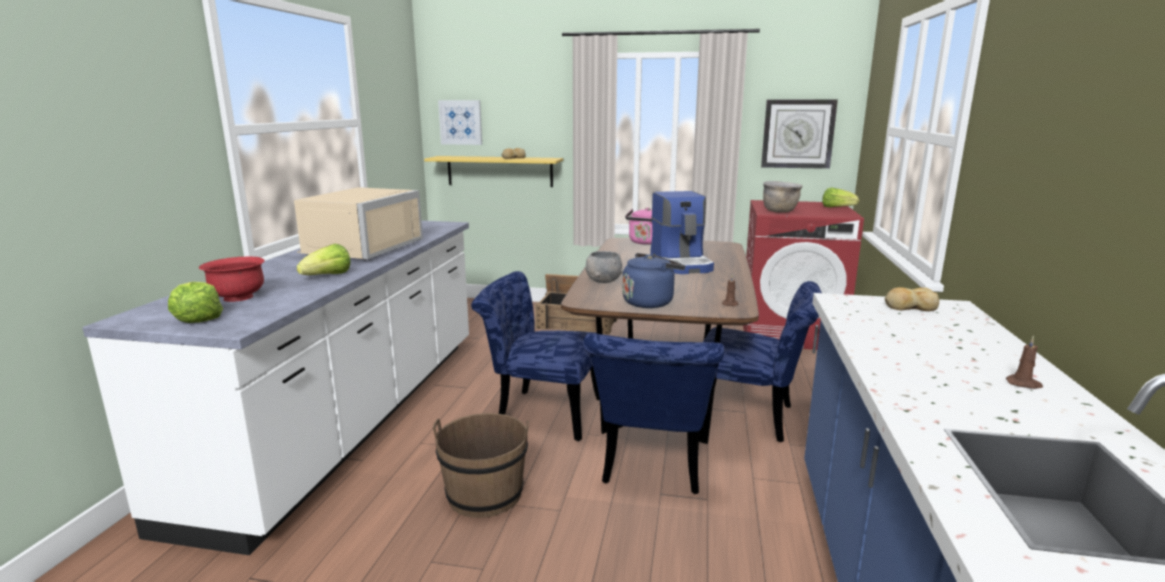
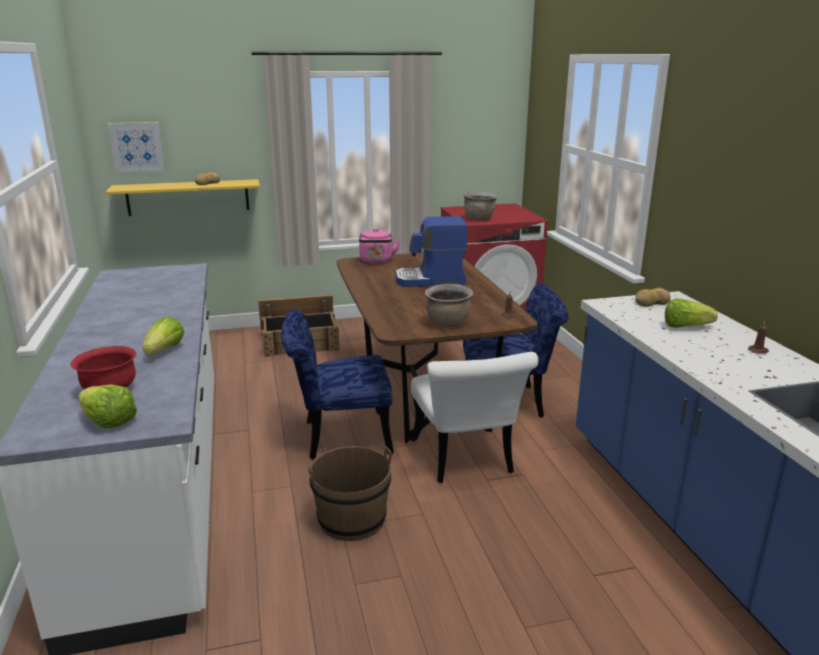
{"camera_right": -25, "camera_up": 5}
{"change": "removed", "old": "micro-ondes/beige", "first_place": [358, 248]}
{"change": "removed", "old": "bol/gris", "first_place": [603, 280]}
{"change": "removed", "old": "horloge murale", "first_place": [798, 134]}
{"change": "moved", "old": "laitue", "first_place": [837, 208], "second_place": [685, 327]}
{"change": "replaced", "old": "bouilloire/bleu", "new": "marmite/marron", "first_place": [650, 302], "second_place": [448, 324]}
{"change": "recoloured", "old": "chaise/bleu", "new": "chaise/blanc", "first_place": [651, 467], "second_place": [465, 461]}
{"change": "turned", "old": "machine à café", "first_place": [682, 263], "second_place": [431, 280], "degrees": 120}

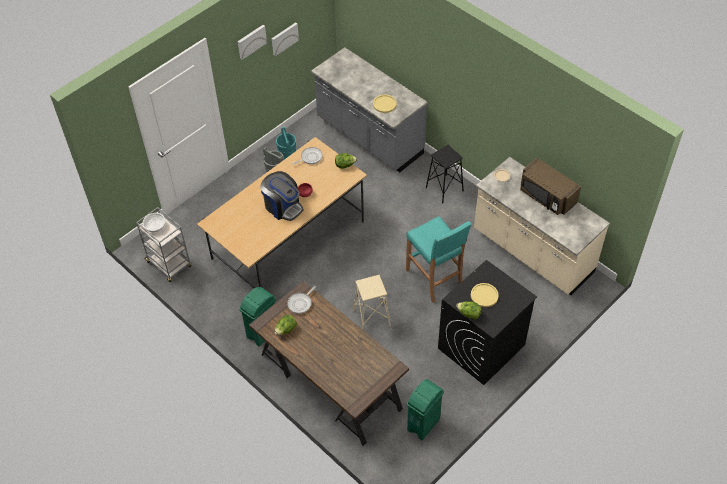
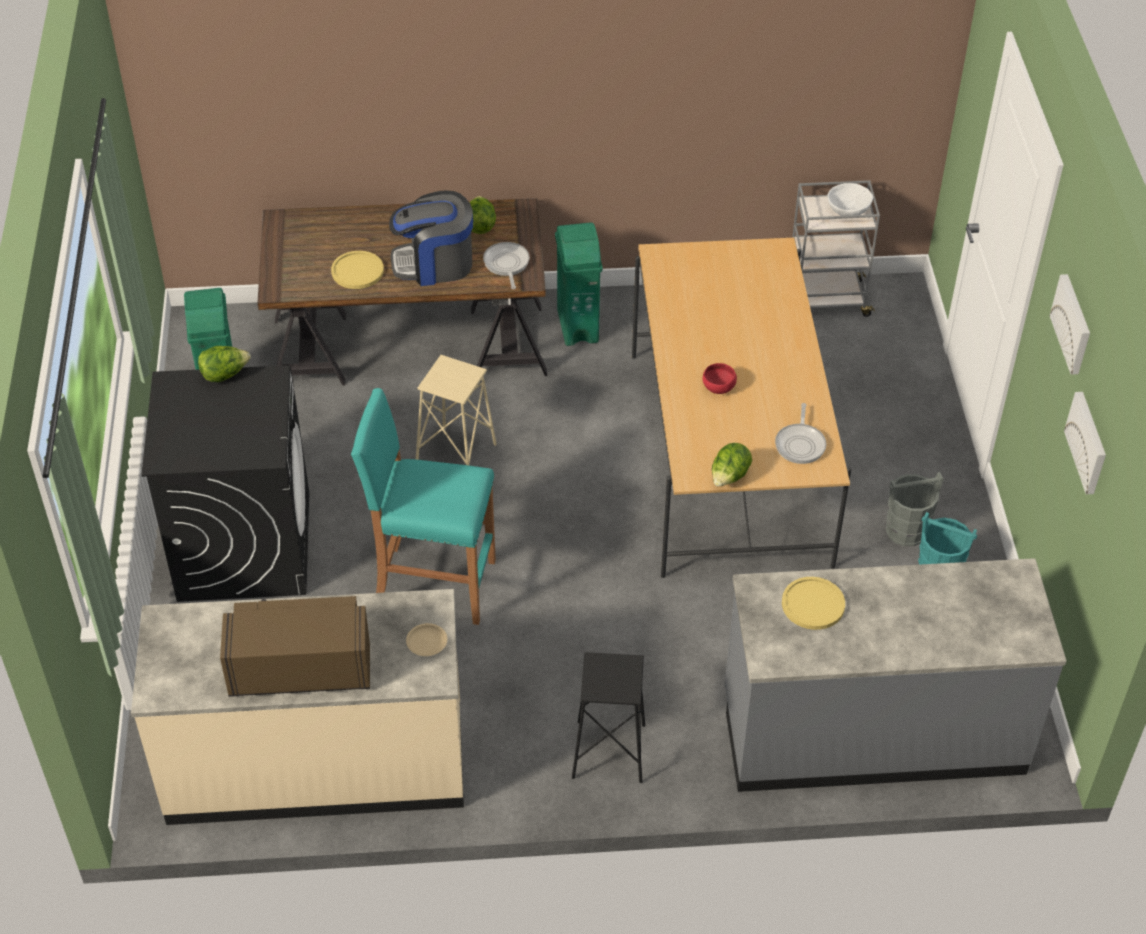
{"camera_right": 130, "camera_up": -5}
{"change": "moved", "old": "machine à café", "first_place": [283, 206], "second_place": [434, 264]}
{"change": "moved", "old": "assiette/jaune", "first_place": [484, 295], "second_place": [357, 271]}

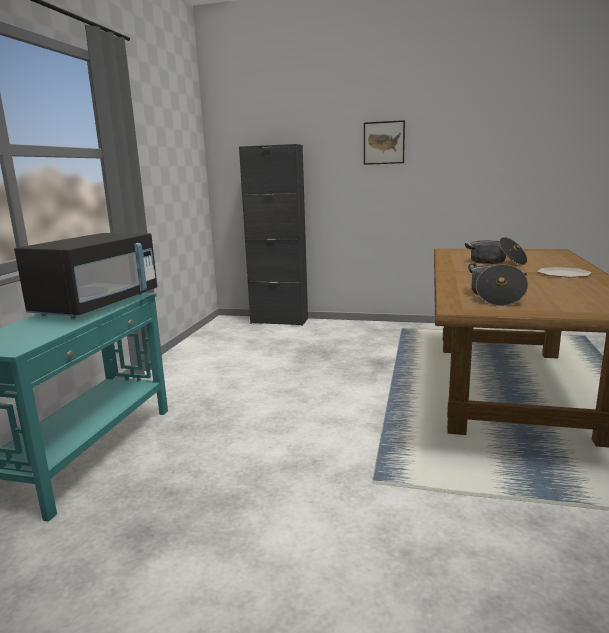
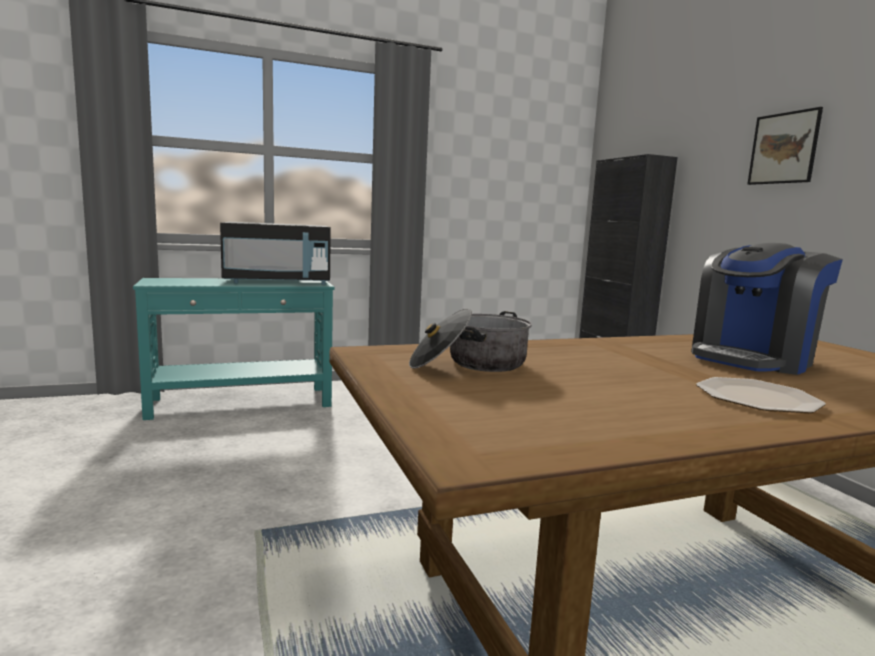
{"camera_right": 55, "camera_up": -5}
{"change": "replaced", "old": "marmite", "new": "machine à café", "first_place": [496, 262], "second_place": [752, 359]}

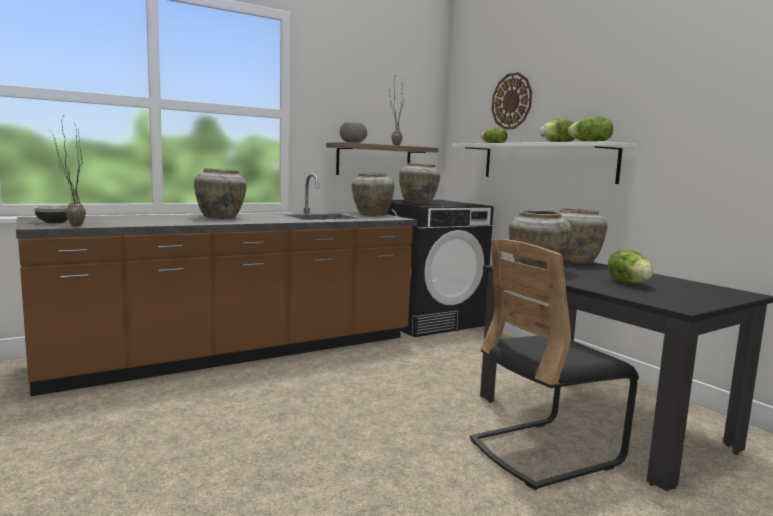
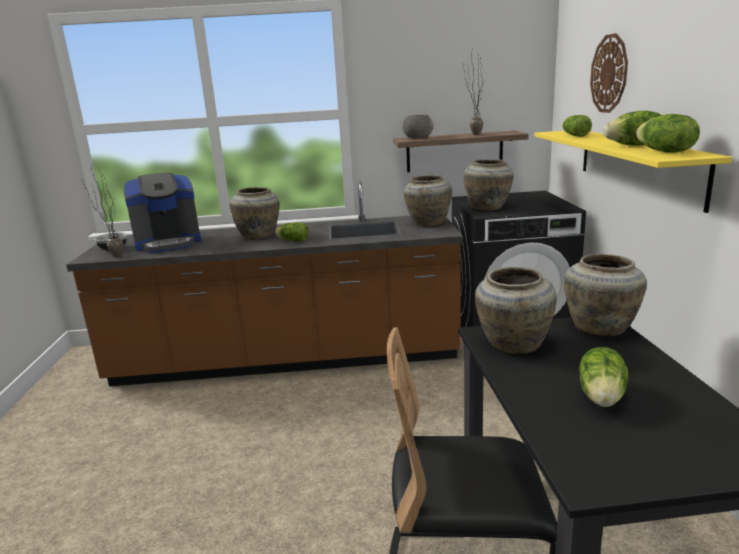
{"camera_right": 30, "camera_up": 10}
{"change": "added", "new": "machine à café", "second_place": [168, 243]}
{"change": "added", "new": "laitue", "second_place": [292, 240]}
{"change": "recoloured", "old": "étagère/blanc", "new": "étagère/jaune", "first_place": [545, 162], "second_place": [636, 164]}

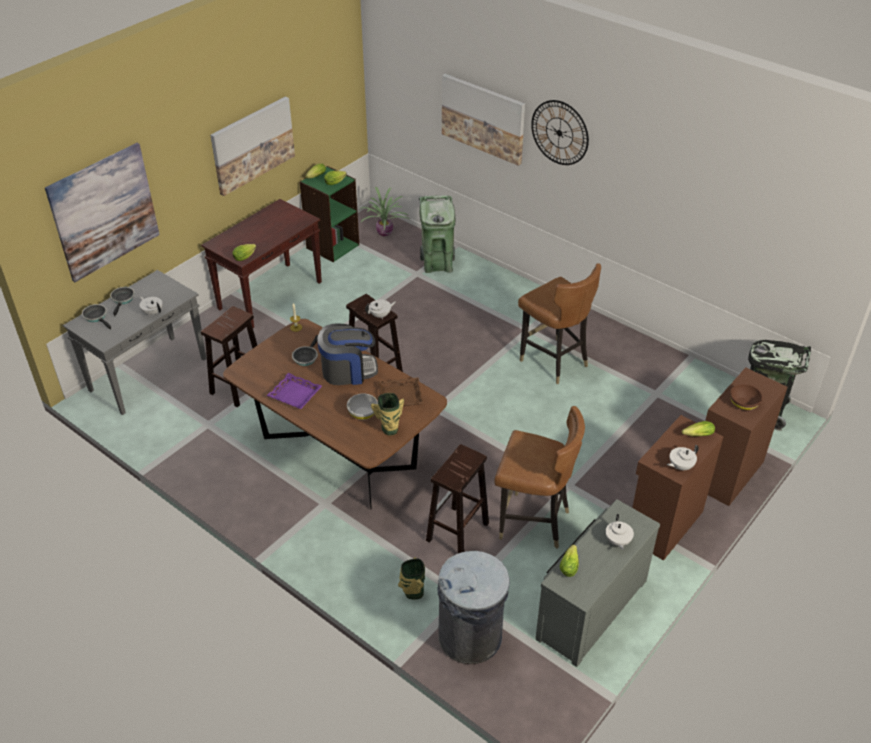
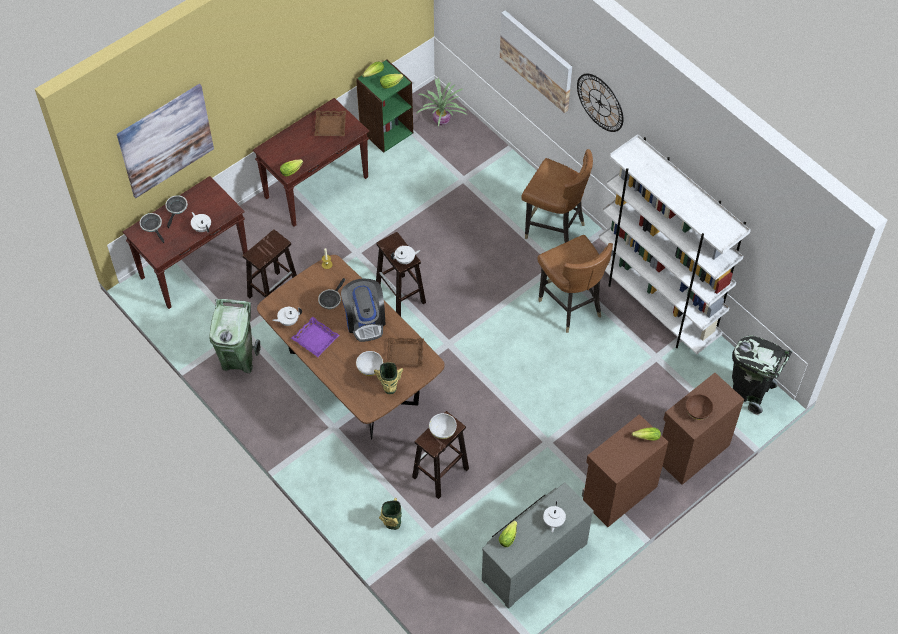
{"camera_right": 10, "camera_up": 15}
{"change": "removed", "old": "tableau", "first_place": [252, 145]}
{"change": "removed", "old": "poubelle/gris", "first_place": [470, 637]}
{"change": "added", "new": "plateau/marron", "second_place": [330, 126]}
{"change": "added", "new": "bol/blanc", "second_place": [442, 430]}
{"change": "added", "new": "bibliothèque/blanc", "second_place": [656, 306]}
{"change": "moved", "old": "poubelle/vert", "first_place": [437, 264], "second_place": [238, 359]}
{"change": "moved", "old": "chaise/marron", "first_place": [532, 522], "second_place": [554, 229]}
{"change": "moved", "old": "théière/blanc", "first_place": [680, 466], "second_place": [288, 321]}
{"change": "recoloured", "old": "table console/gris", "new": "table console/marron", "first_place": [149, 374], "second_place": [195, 266]}
{"change": "turned", "old": "machine à café", "first_place": [348, 371], "second_place": [365, 320], "degrees": 75}

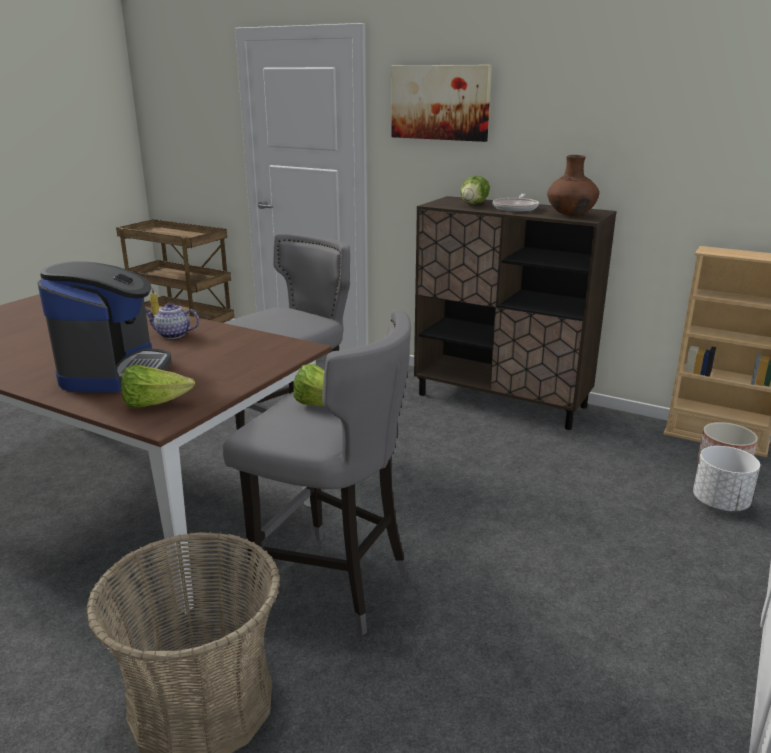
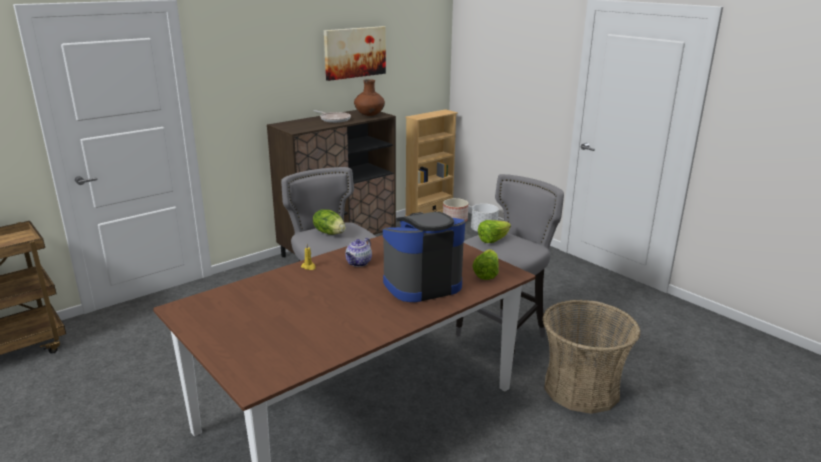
{"camera_right": -70, "camera_up": 0}
{"change": "moved", "old": "tableau", "first_place": [440, 102], "second_place": [354, 52]}
{"change": "moved", "old": "laitue", "first_place": [474, 204], "second_place": [329, 232]}
{"change": "turned", "old": "machine à café", "first_place": [114, 372], "second_place": [422, 284], "degrees": -45}

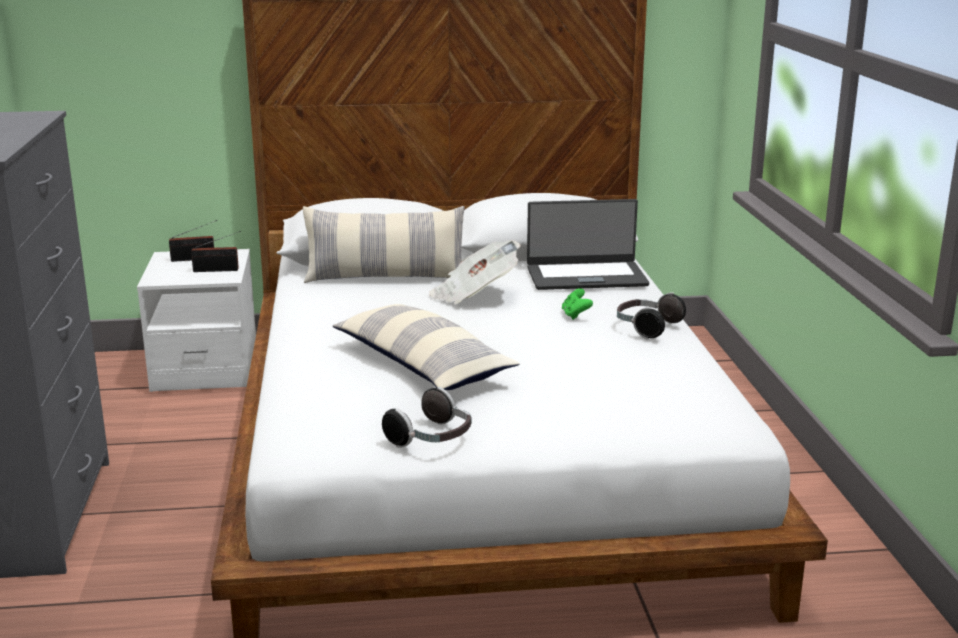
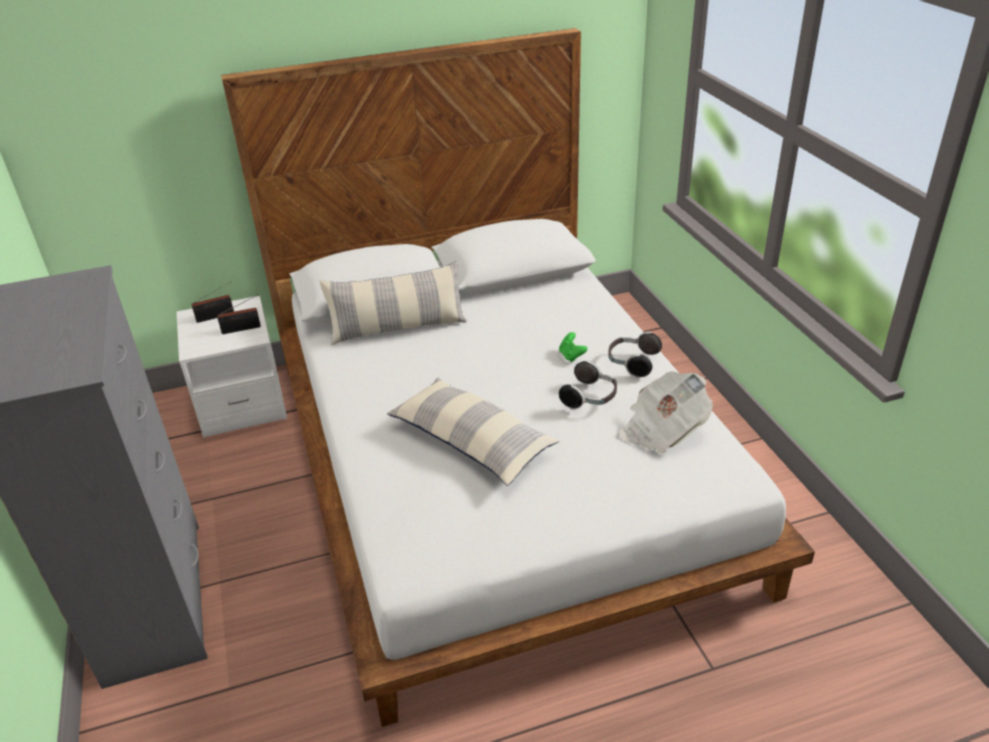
{"camera_right": -10, "camera_up": 15}
{"change": "removed", "old": "ordinateur portable", "first_place": [586, 276]}
{"change": "moved", "old": "casque audio", "first_place": [432, 439], "second_place": [590, 398]}
{"change": "moved", "old": "journal", "first_place": [474, 295], "second_place": [662, 429]}

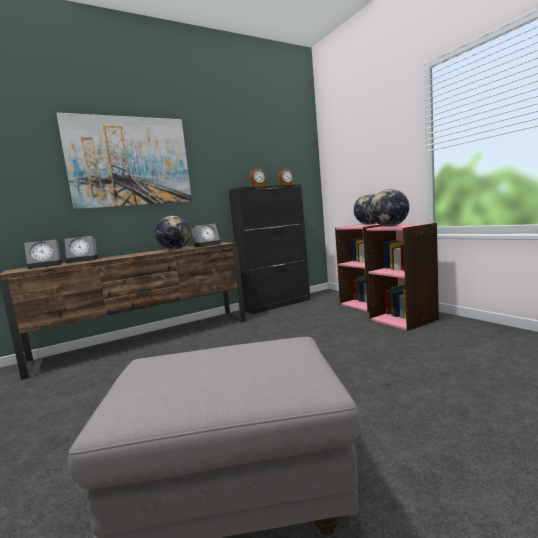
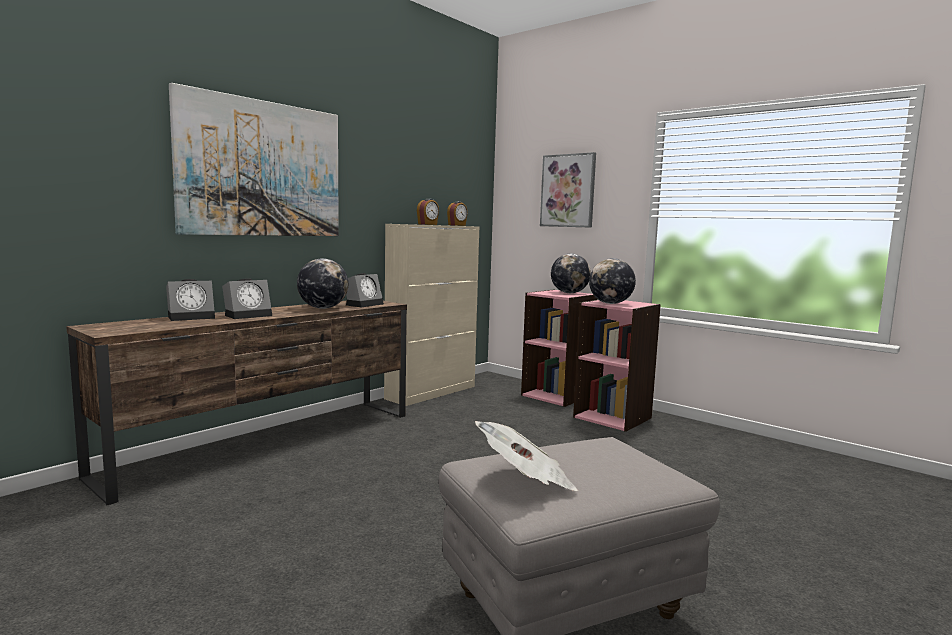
{"camera_right": -20, "camera_up": 0}
{"change": "added", "new": "journal", "second_place": [526, 481]}
{"change": "added", "new": "tableau", "second_place": [568, 191]}
{"change": "moved", "old": "réveil", "first_place": [46, 266], "second_place": [249, 315]}
{"change": "recoloured", "old": "meuble de rangement/noir", "new": "meuble de rangement/beige", "first_place": [277, 304], "second_place": [432, 392]}

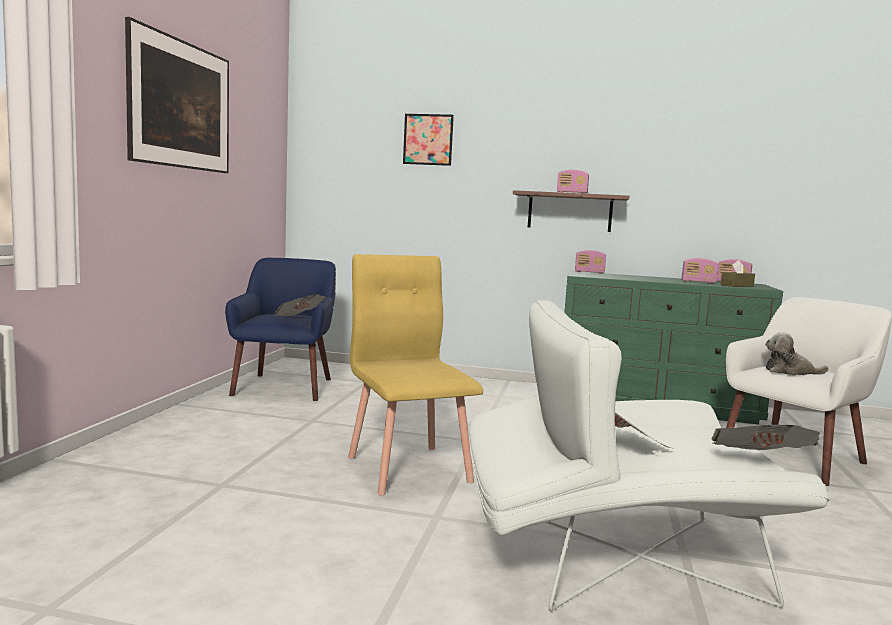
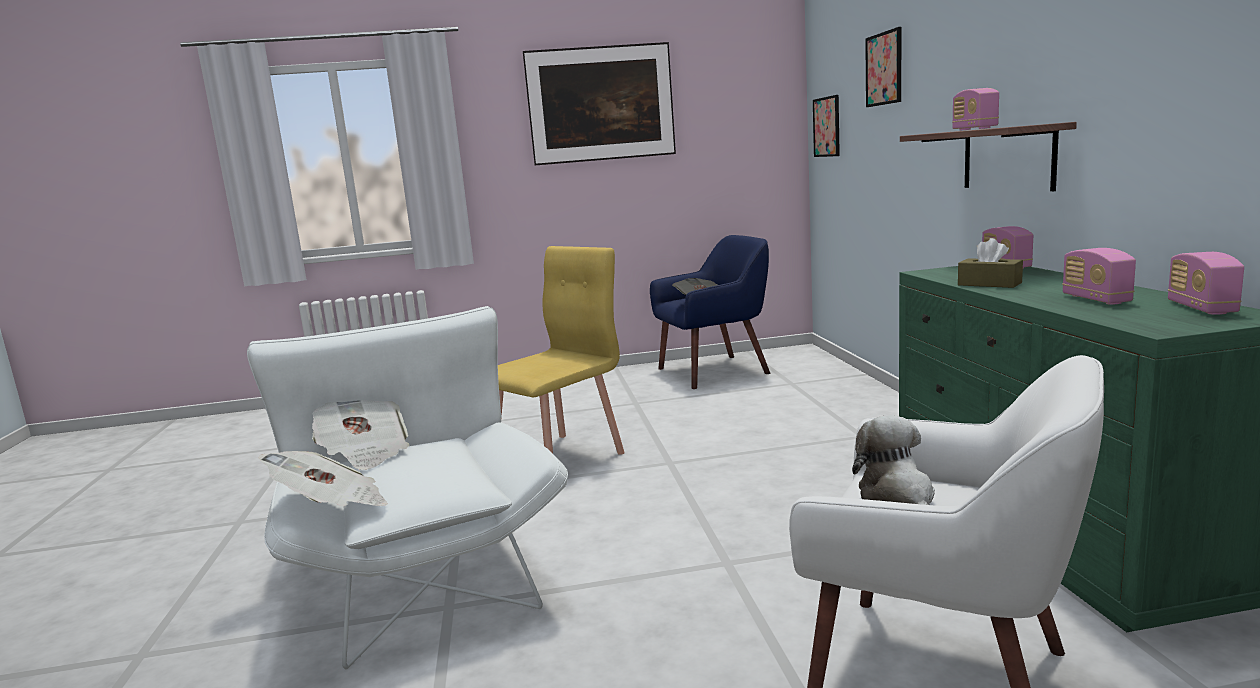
{"camera_right": 70, "camera_up": 5}
{"change": "added", "new": "tableau", "second_place": [827, 127]}
{"change": "moved", "old": "boîte à mouchoirs/marron", "first_place": [737, 285], "second_place": [989, 284]}

